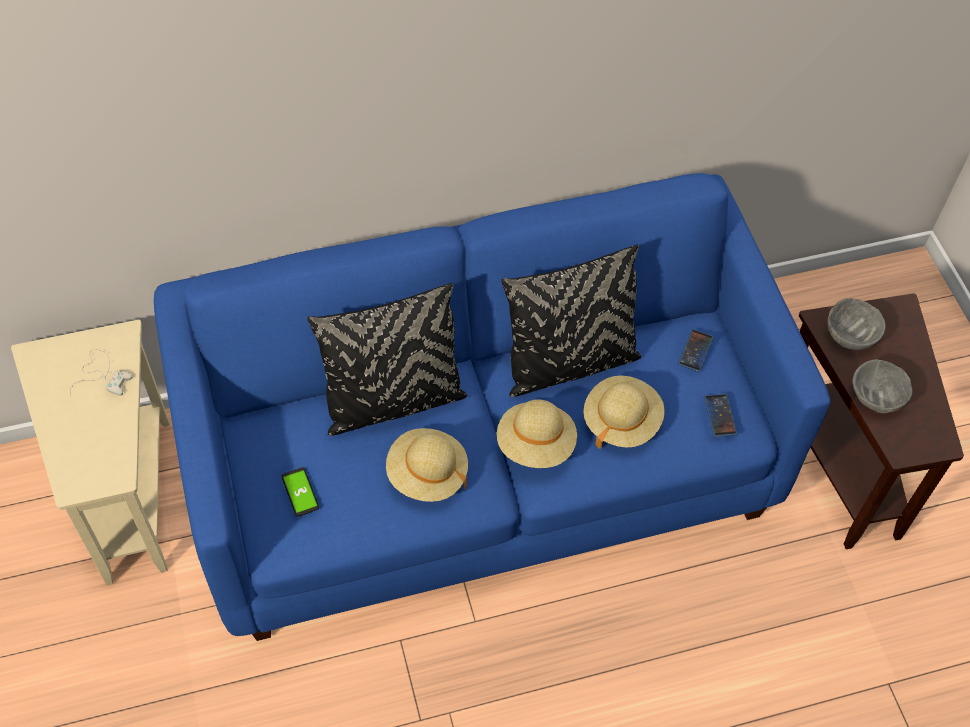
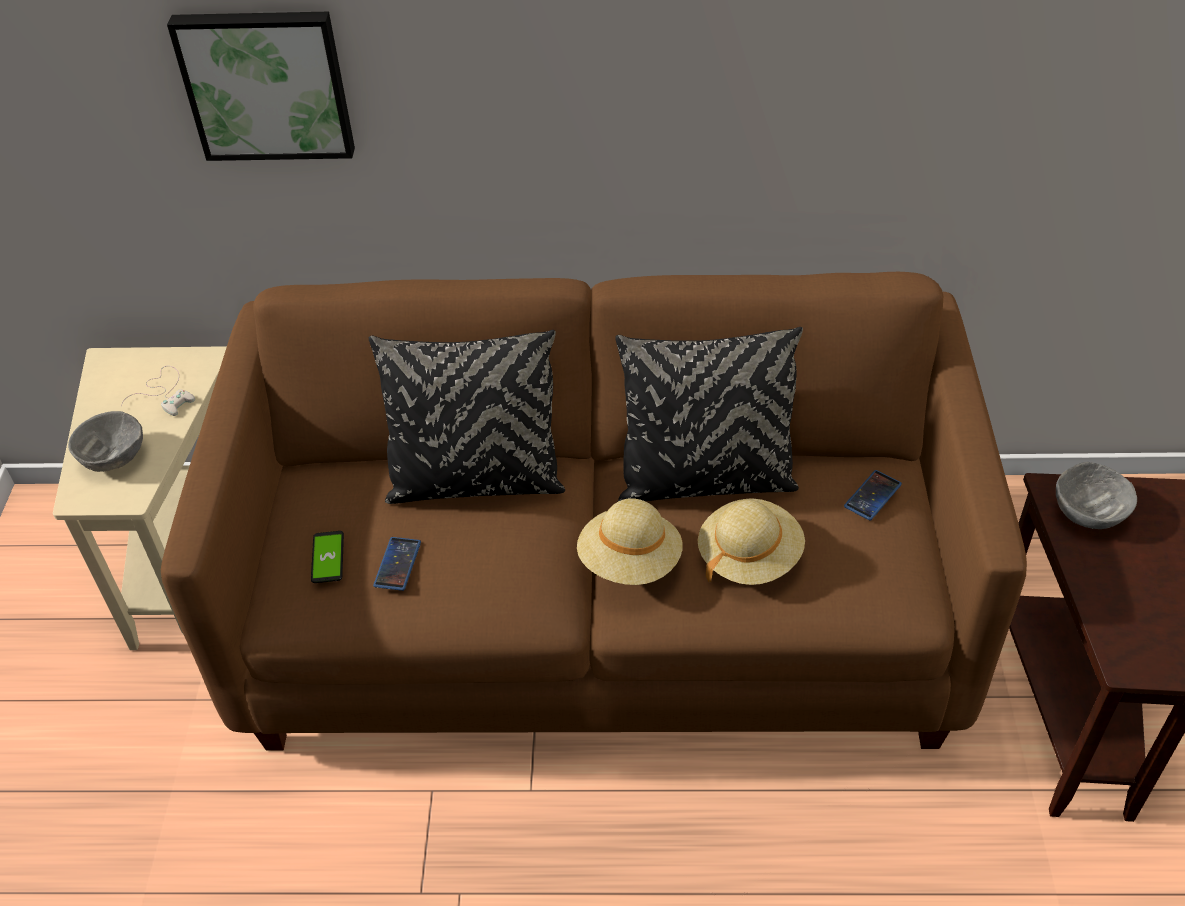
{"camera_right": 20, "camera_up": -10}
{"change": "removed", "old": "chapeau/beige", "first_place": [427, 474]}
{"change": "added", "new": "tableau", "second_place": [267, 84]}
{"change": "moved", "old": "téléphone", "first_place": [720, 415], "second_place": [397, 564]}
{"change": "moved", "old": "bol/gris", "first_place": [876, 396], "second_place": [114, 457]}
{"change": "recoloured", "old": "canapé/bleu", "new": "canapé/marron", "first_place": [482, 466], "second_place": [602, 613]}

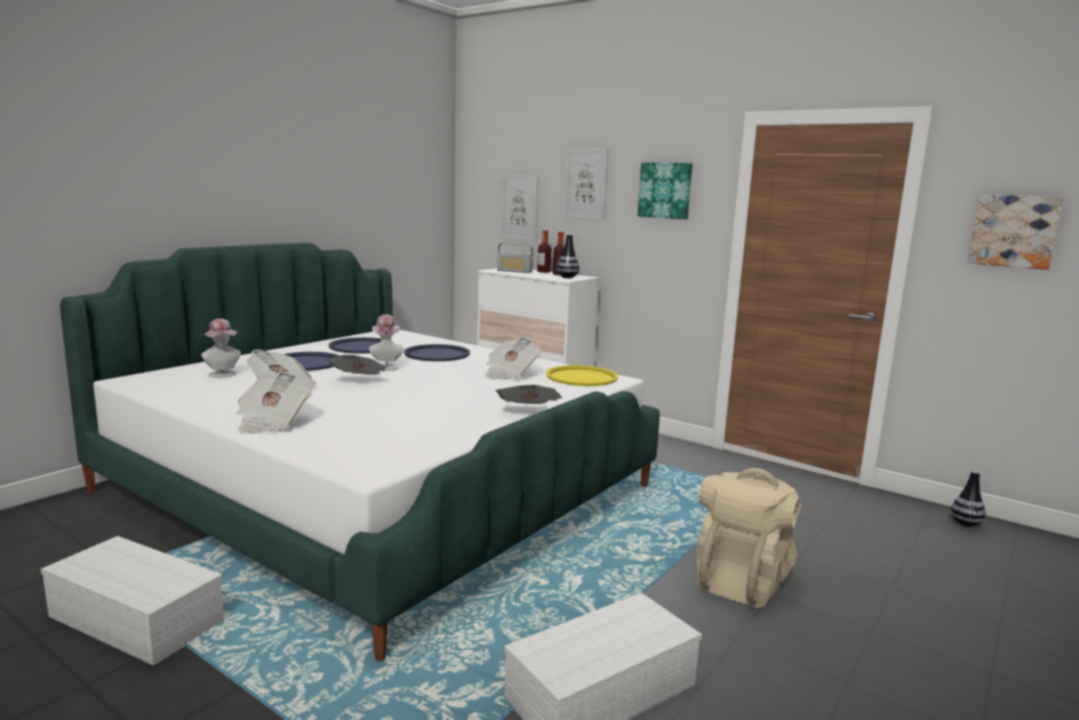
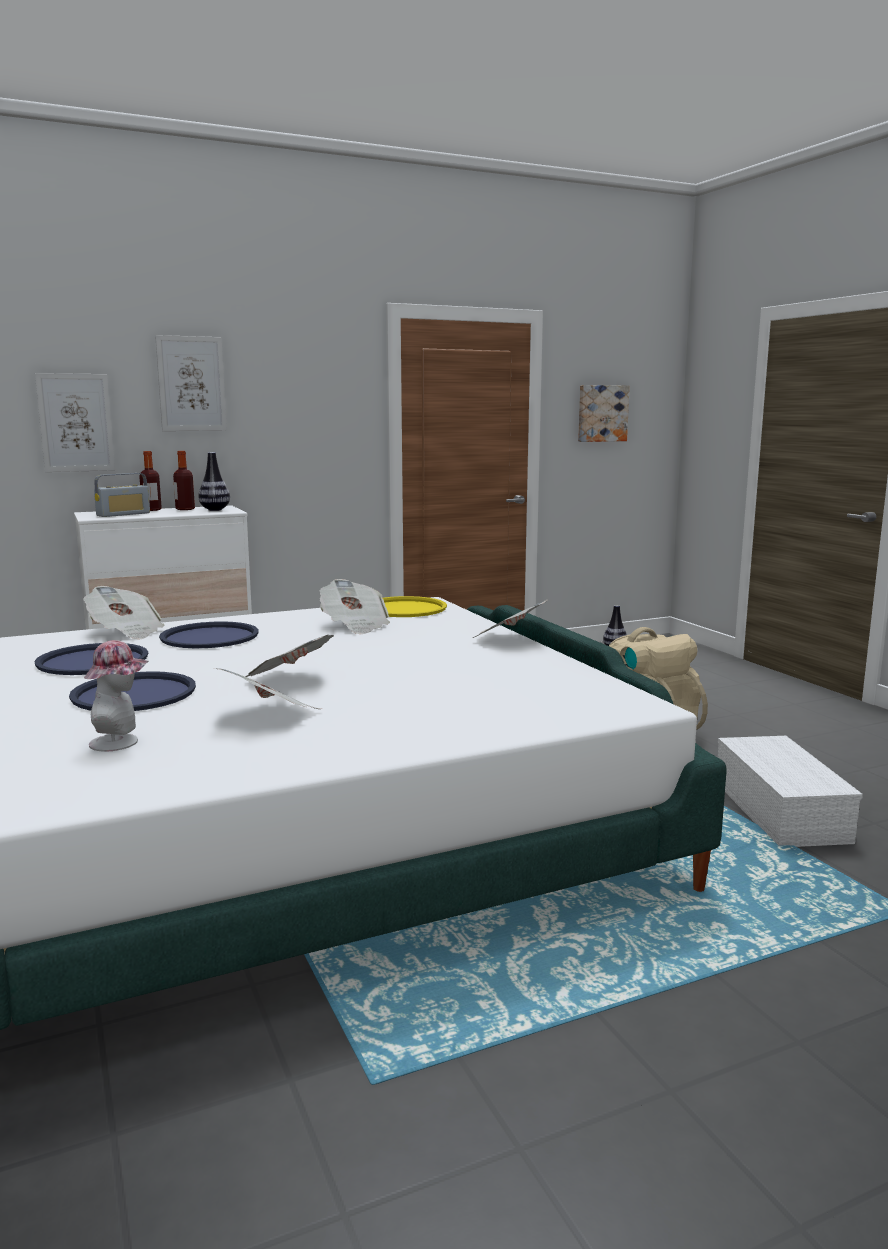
{"camera_right": -60, "camera_up": 0}
{"change": "removed", "old": "boîte de rangement/blanc", "first_place": [133, 619]}
{"change": "removed", "old": "chapeau", "first_place": [386, 367]}
{"change": "removed", "old": "tableau", "first_place": [665, 190]}
{"change": "moved", "old": "journal", "first_place": [272, 422], "second_place": [126, 632]}

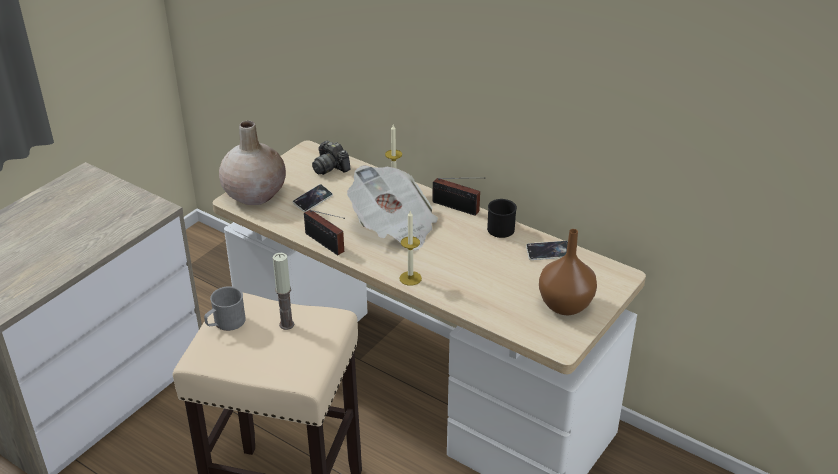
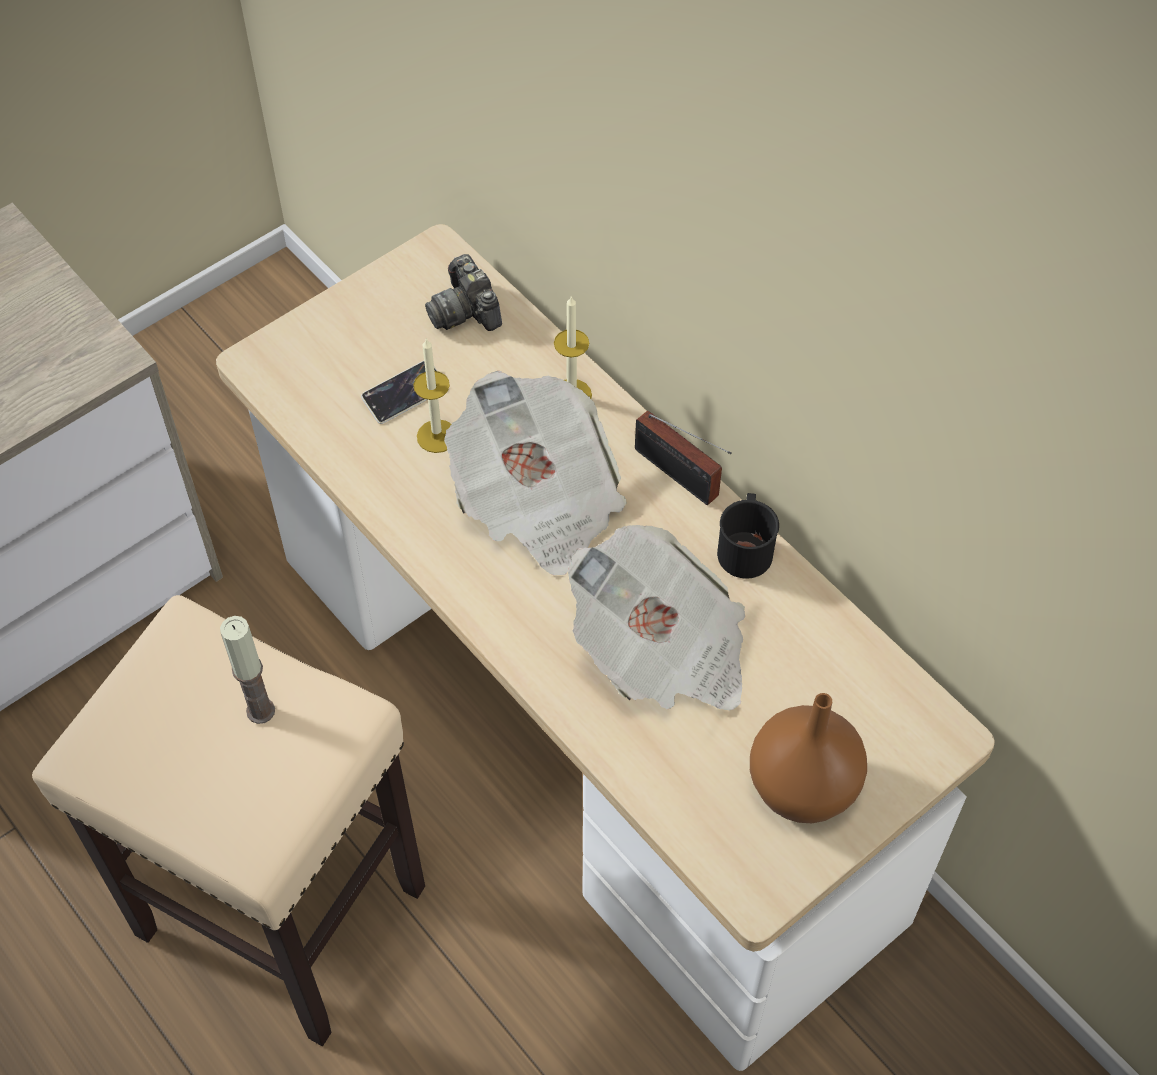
{"camera_right": 15, "camera_up": 20}
{"change": "removed", "old": "mug/gris", "first_place": [225, 323]}
{"change": "removed", "old": "vase/beige", "first_place": [254, 194]}
{"change": "removed", "old": "radio", "first_place": [326, 244]}
{"change": "removed", "old": "téléphone", "first_place": [548, 253]}
{"change": "added", "new": "journal", "second_place": [661, 650]}
{"change": "moved", "old": "bougie", "first_place": [410, 278], "second_place": [437, 436]}

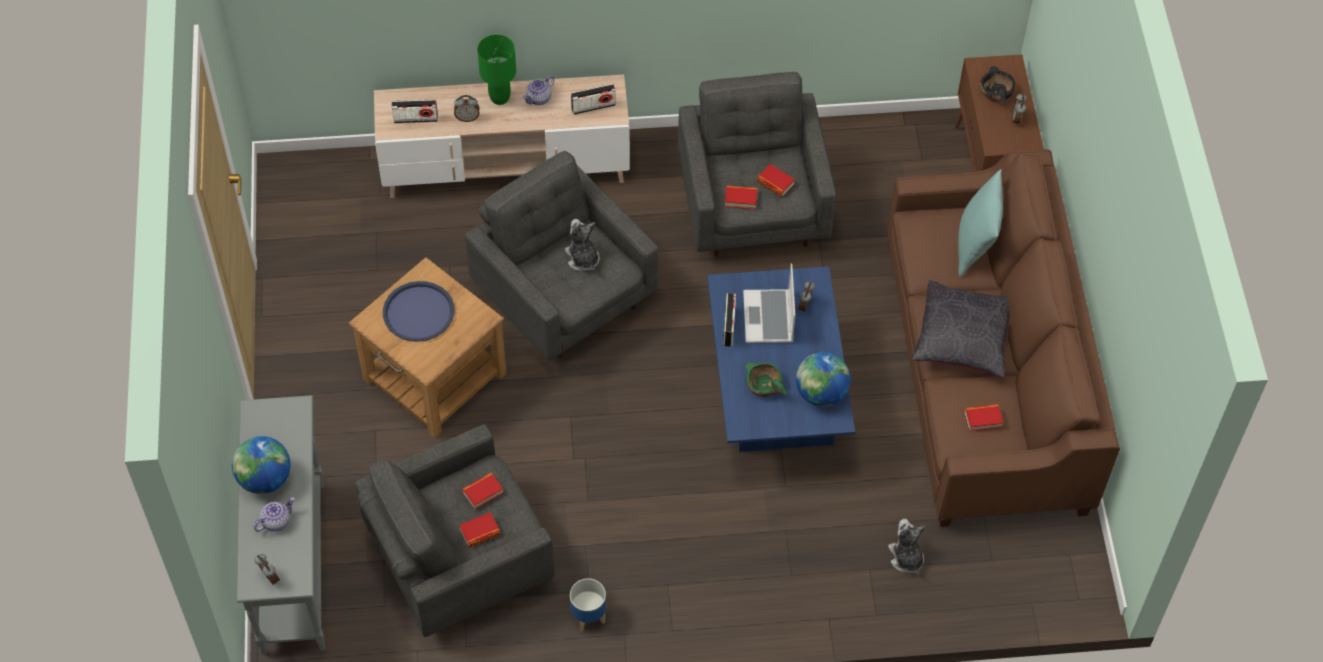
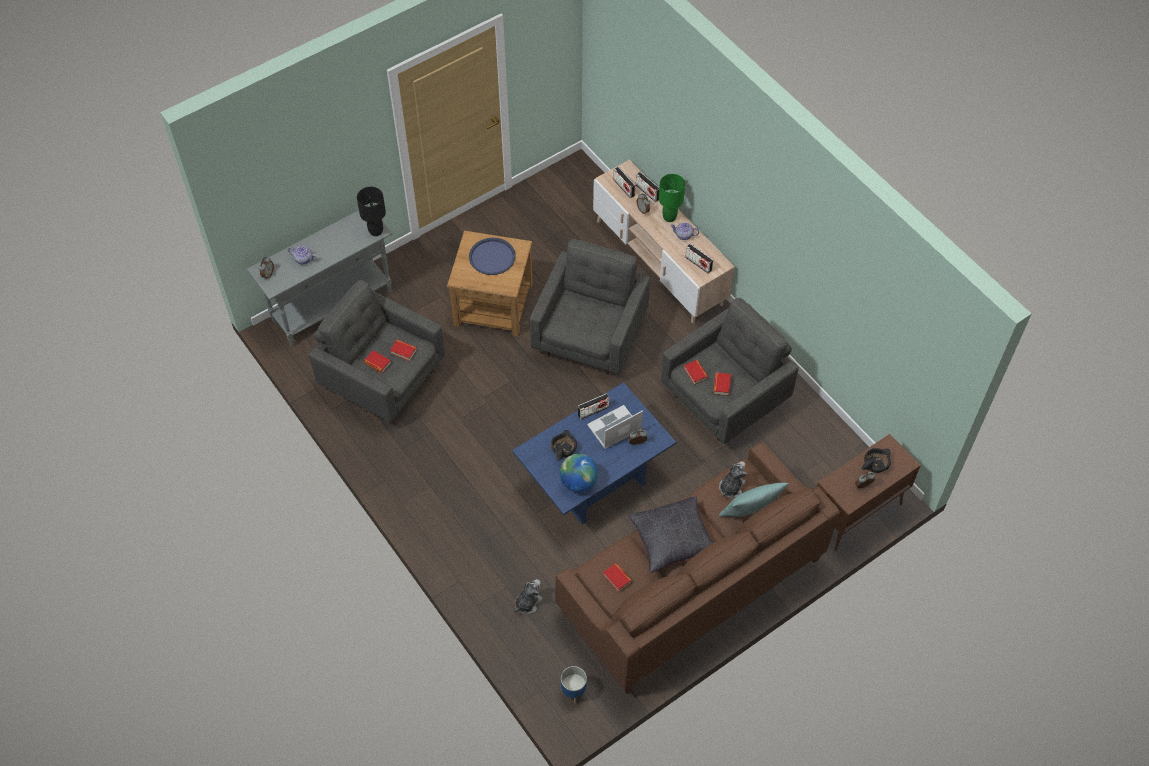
{"camera_right": 60, "camera_up": 0}
{"change": "removed", "old": "globe", "first_place": [265, 479]}
{"change": "added", "new": "lampe de table/noir", "second_place": [376, 231]}
{"change": "added", "new": "radio", "second_place": [647, 192]}
{"change": "moved", "old": "peluche", "first_place": [582, 258], "second_place": [731, 487]}
{"change": "moved", "old": "cache-pot", "first_place": [589, 616], "second_place": [574, 691]}
{"change": "recoloured", "old": "bol/vert", "new": "bol/noir", "first_place": [763, 386], "second_place": [563, 449]}

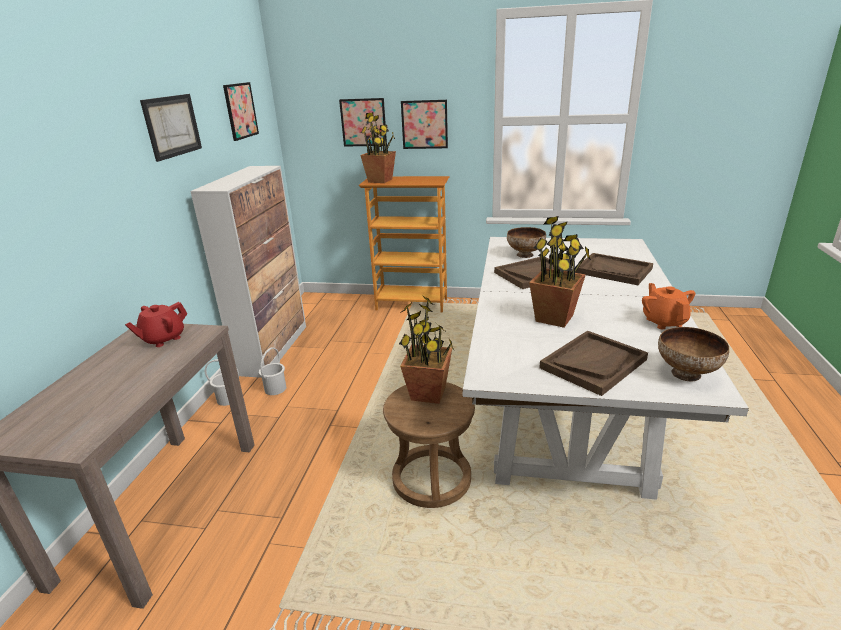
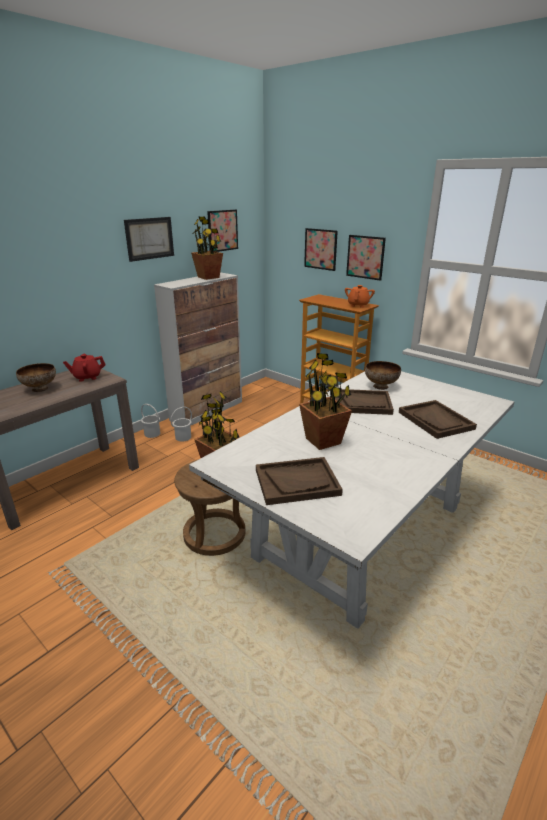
{"camera_right": 30, "camera_up": 0}
{"change": "moved", "old": "plante en pot", "first_place": [380, 180], "second_place": [208, 277]}
{"change": "moved", "old": "théière/orange", "first_place": [664, 322], "second_place": [358, 305]}
{"change": "moved", "old": "bol", "first_place": [687, 374], "second_place": [40, 389]}

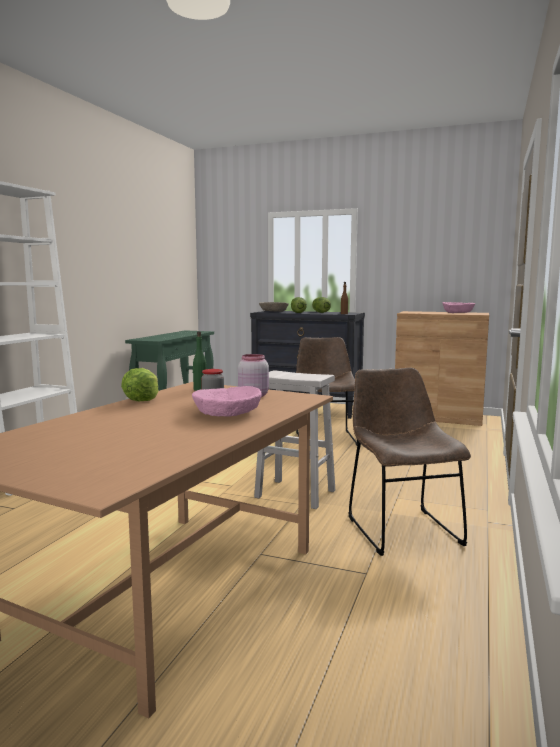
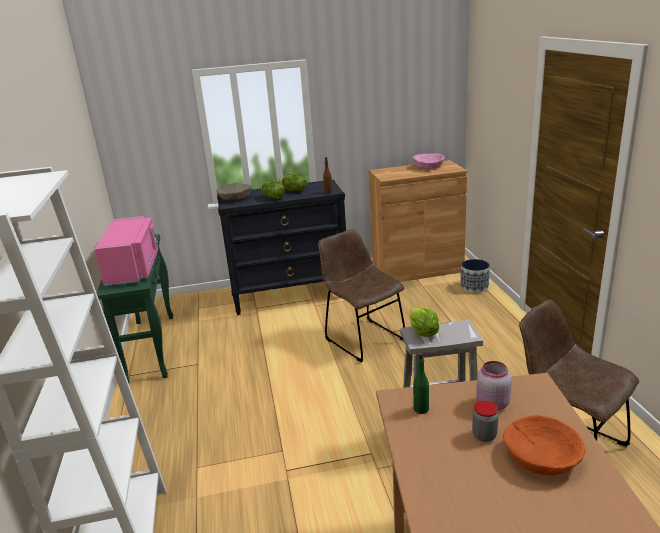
{"camera_right": -30, "camera_up": 15}
{"change": "added", "new": "micro-ondes/rose", "second_place": [134, 269]}
{"change": "added", "new": "cache-pot", "second_place": [474, 287]}
{"change": "moved", "old": "laitue", "first_place": [141, 400], "second_place": [423, 333]}
{"change": "recoloured", "old": "bol/rose", "new": "bol/orange", "first_place": [227, 413], "second_place": [542, 458]}

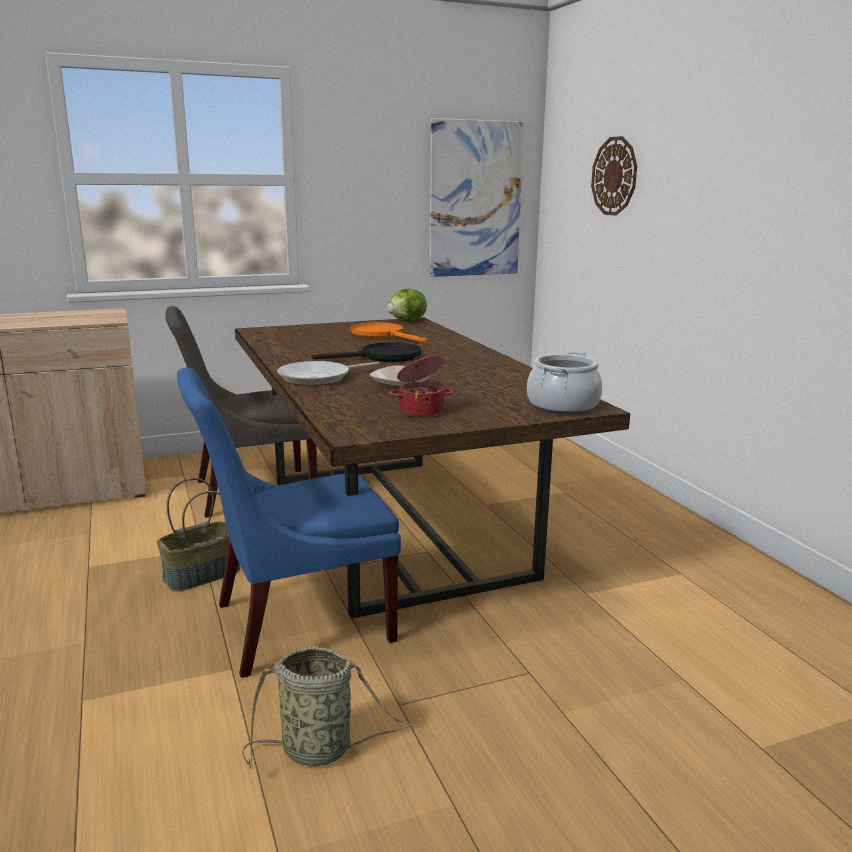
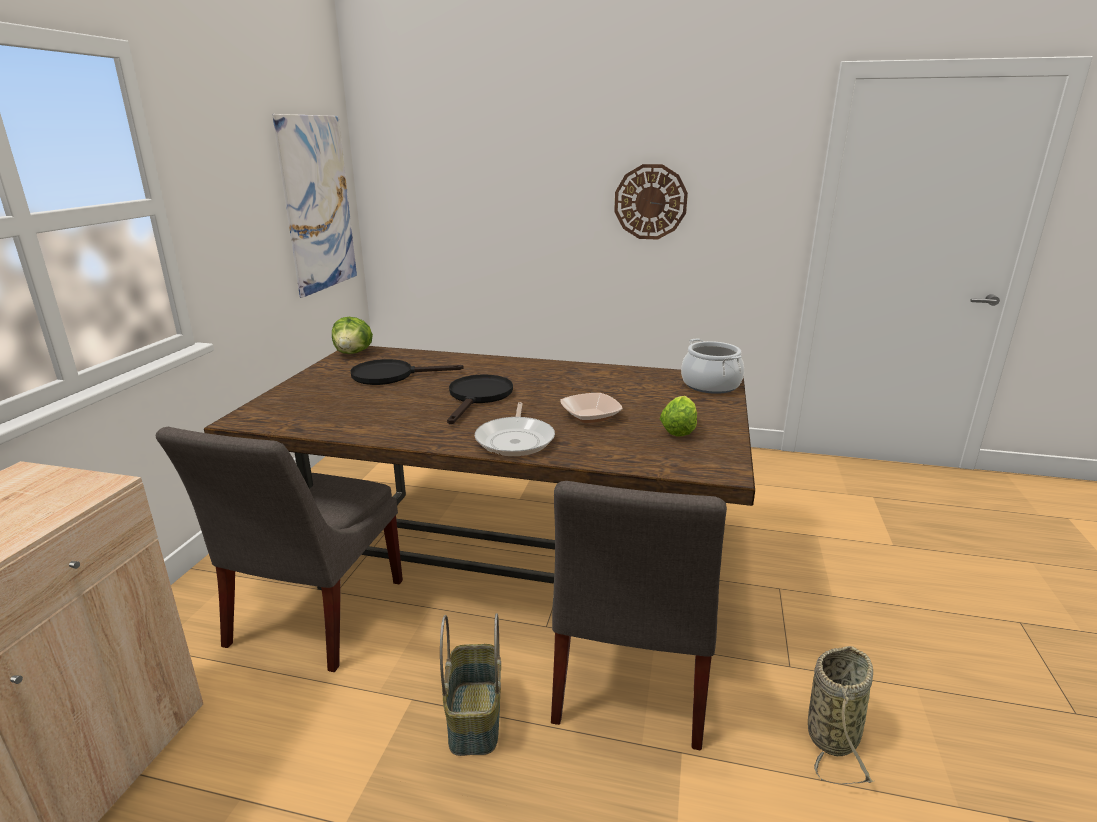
{"camera_right": -55, "camera_up": 5}
{"change": "moved", "old": "horloge murale", "first_place": [614, 176], "second_place": [650, 202]}
{"change": "replaced", "old": "marmite", "new": "laitue", "first_place": [421, 411], "second_place": [679, 429]}
{"change": "recoloured", "old": "chaise/bleu", "new": "chaise/gris", "first_place": [295, 623], "second_place": [630, 681]}
{"change": "recoloured", "old": "poêle/orange", "new": "poêle/noir", "first_place": [382, 335], "second_place": [391, 375]}

